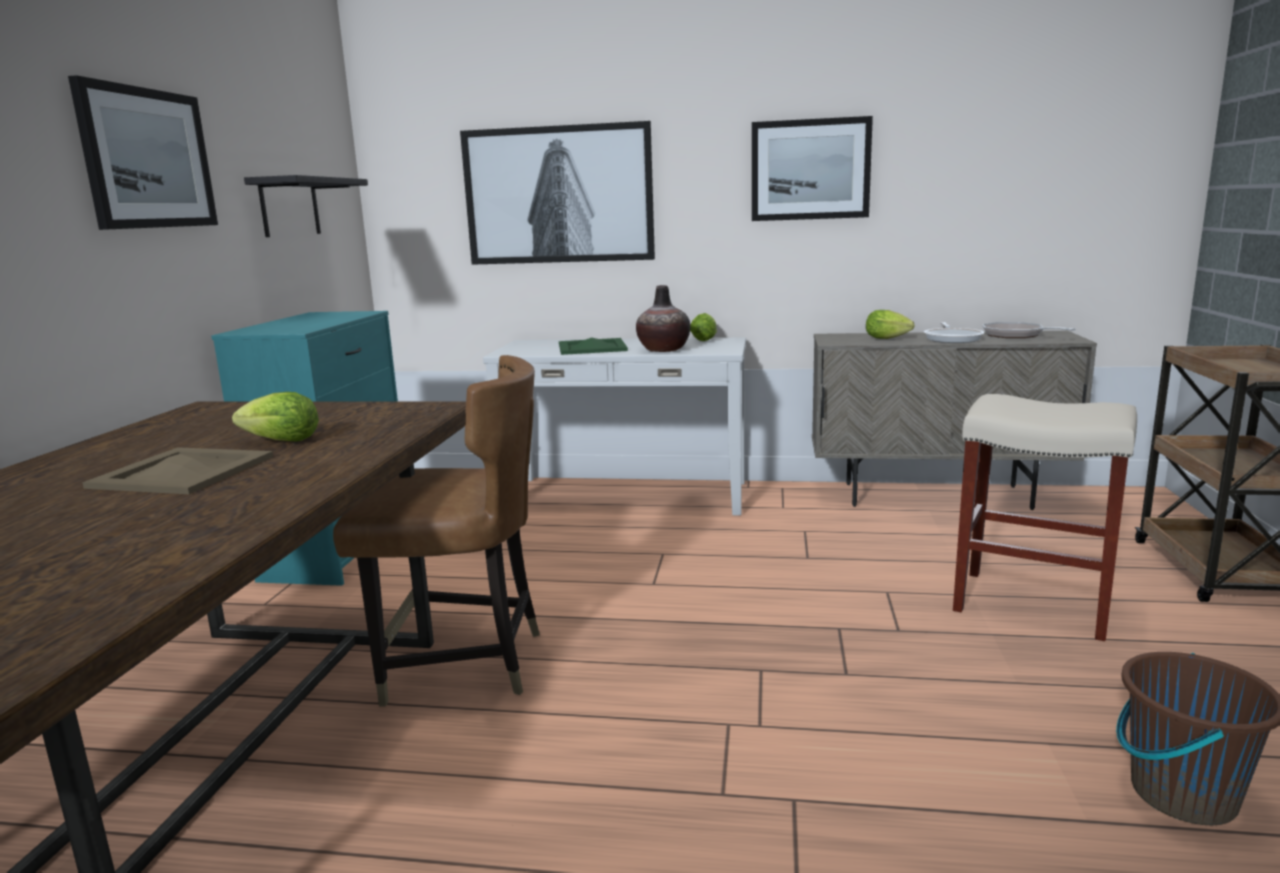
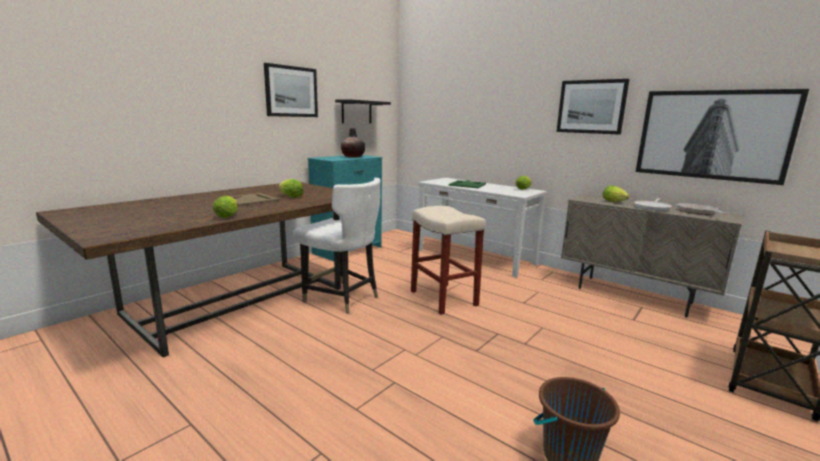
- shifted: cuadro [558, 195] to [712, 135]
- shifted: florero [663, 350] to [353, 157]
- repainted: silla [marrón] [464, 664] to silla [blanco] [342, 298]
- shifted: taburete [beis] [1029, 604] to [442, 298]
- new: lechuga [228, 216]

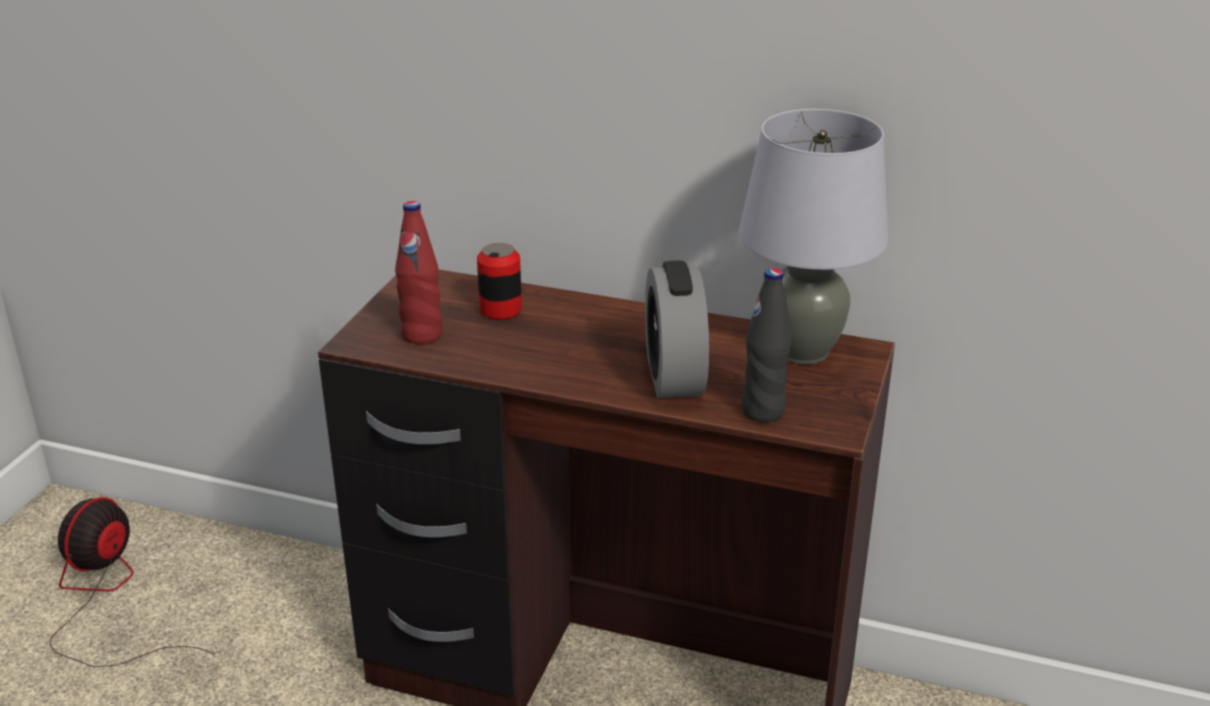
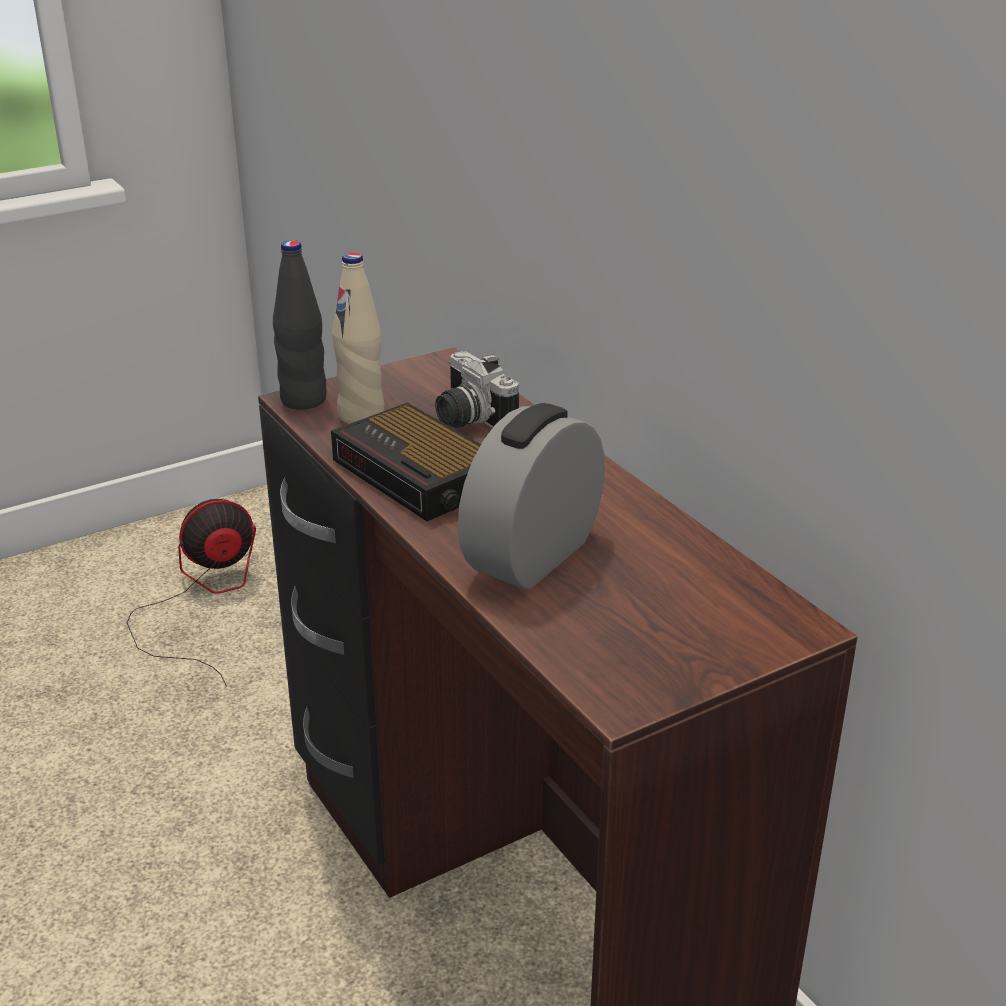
- gone: lámpara de mesa [gris] [801, 351]
- repainted: botella [rojo] [422, 335] to botella [beis] [361, 415]
- swapped: lata [500, 310] to cámara [468, 420]
- shifted: botella [negro] [763, 411] to [304, 400]
- new: despertador [419, 475]

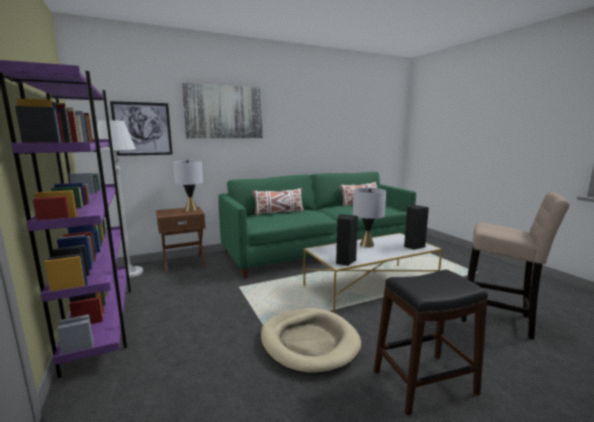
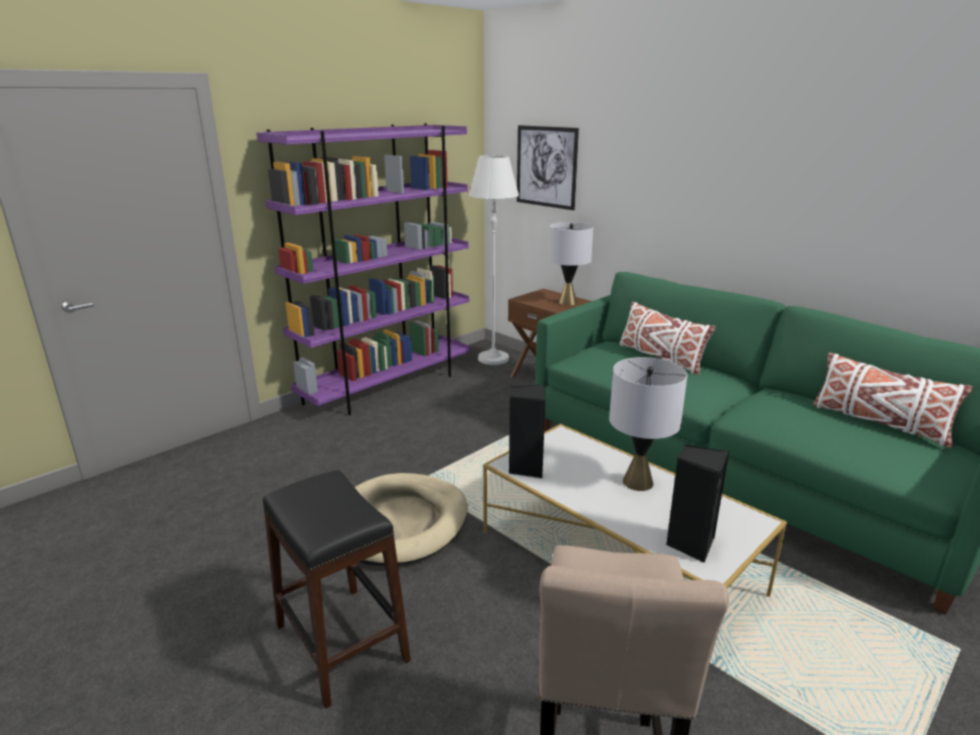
- gone: cuadro [224, 112]

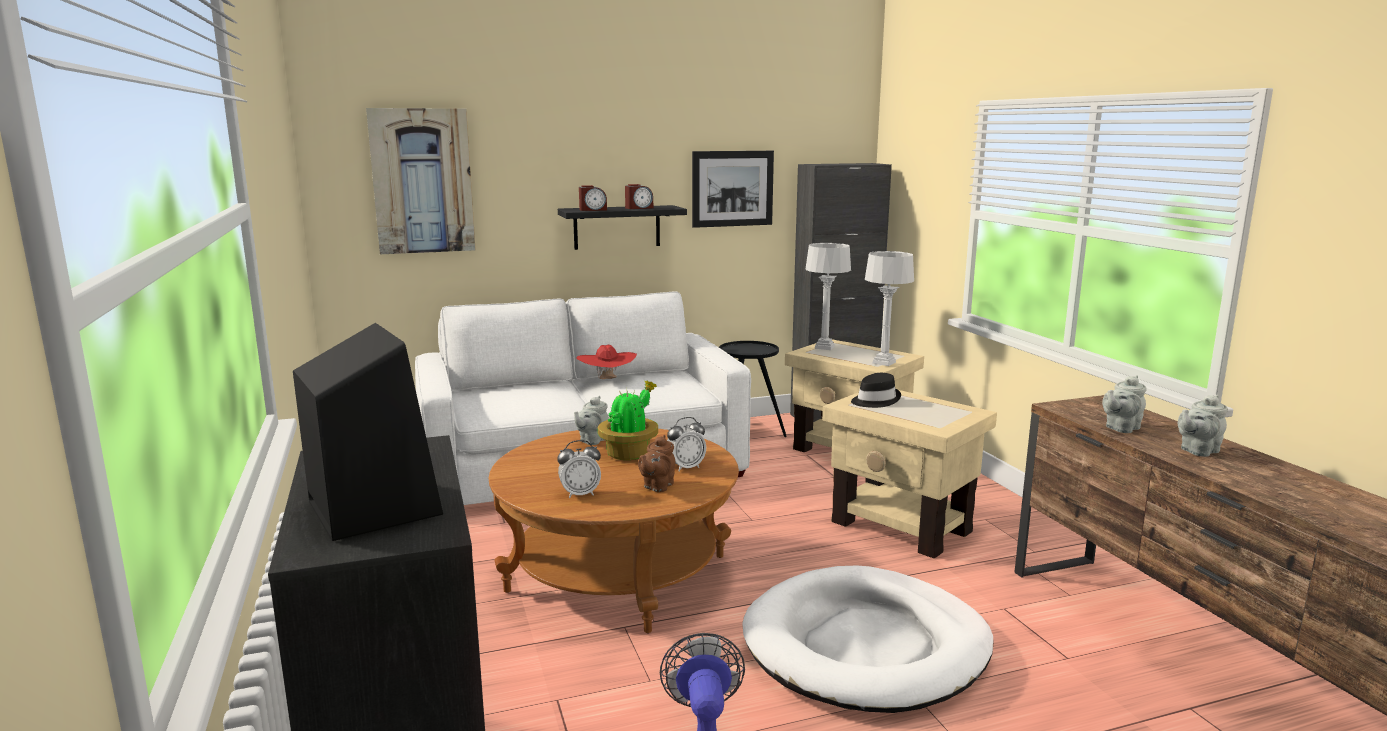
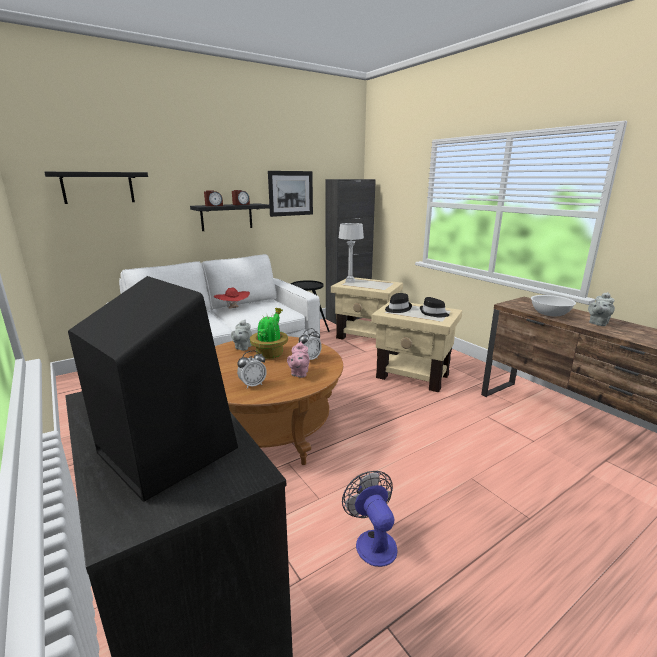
- swapped: cuadro [422, 181] to estante [negro] [98, 187]
- gone: lámpara de mesa [gris] [884, 363]
- swapped: tetera [gris] [1121, 428] to cuenco [blanco] [550, 314]
- repainted: tetera [marrón] [657, 486] to tetera [rosa] [299, 374]
- gone: cama para perro [blanco] [866, 646]
- new: sombrero [negro] [433, 313]

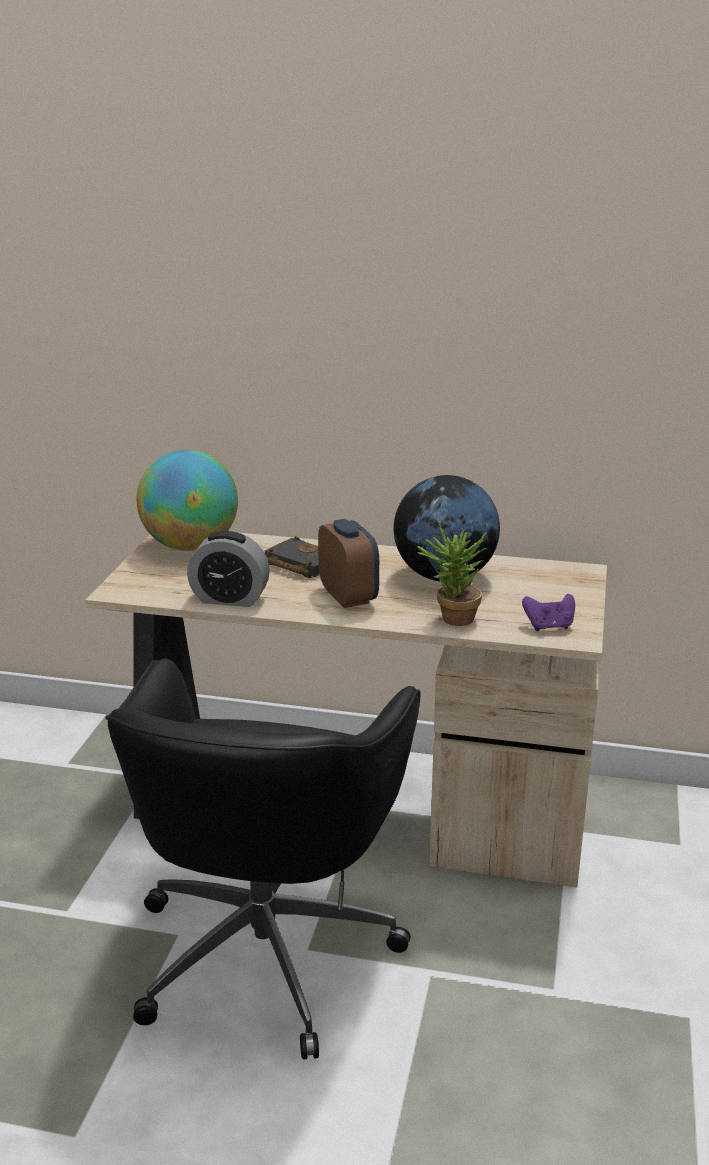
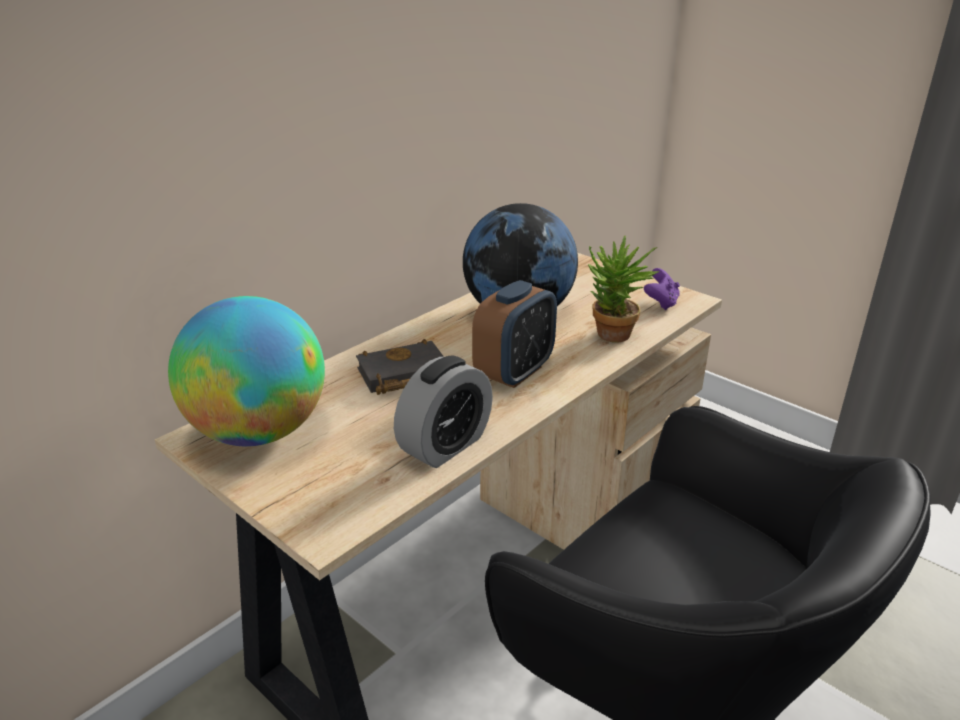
- rotated: despertador [348, 597] = [514, 372] 120 degrees clockwise

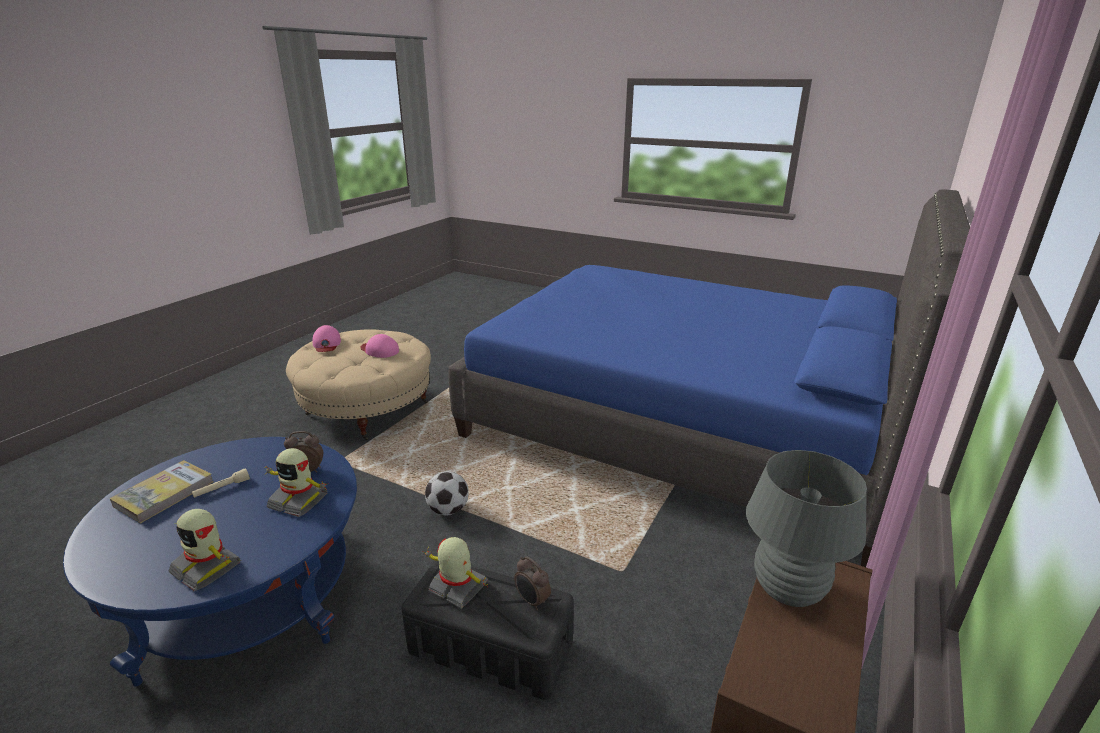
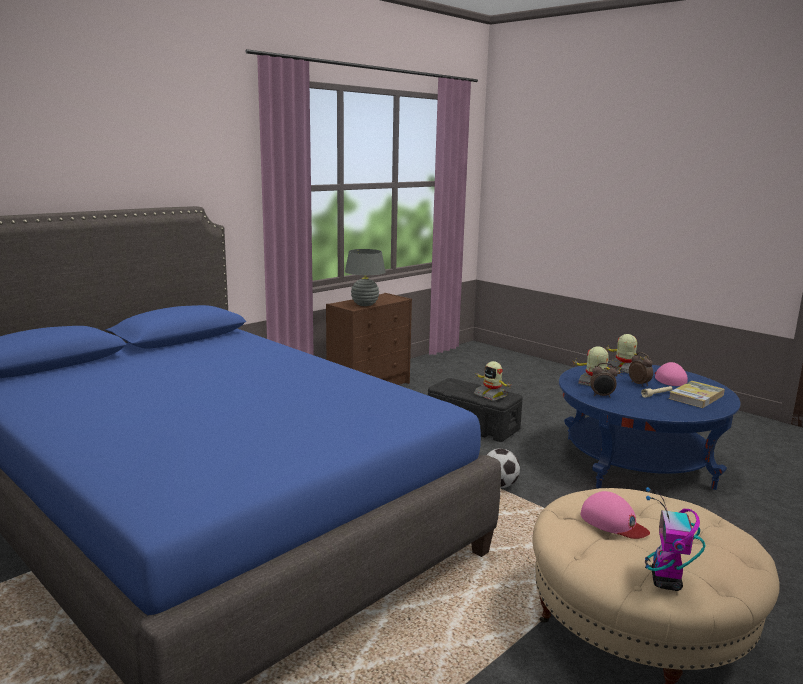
- shifted: gorra [rosa] [326, 344] to [669, 379]
- shifted: despertador [532, 601] to [639, 384]
- new: robot de juguete [666, 581]

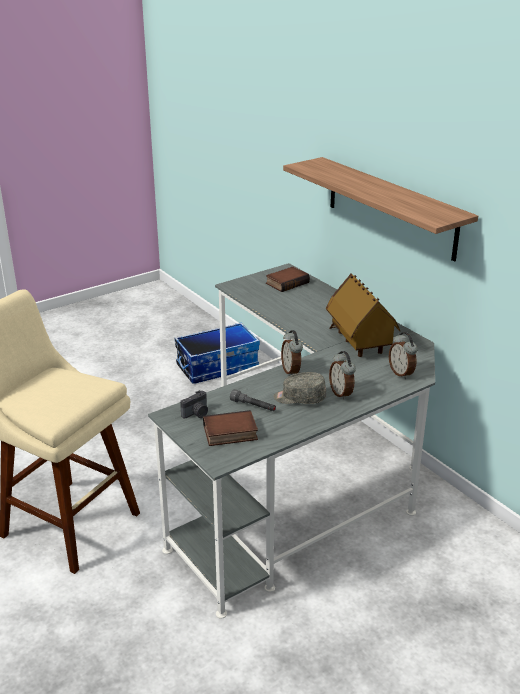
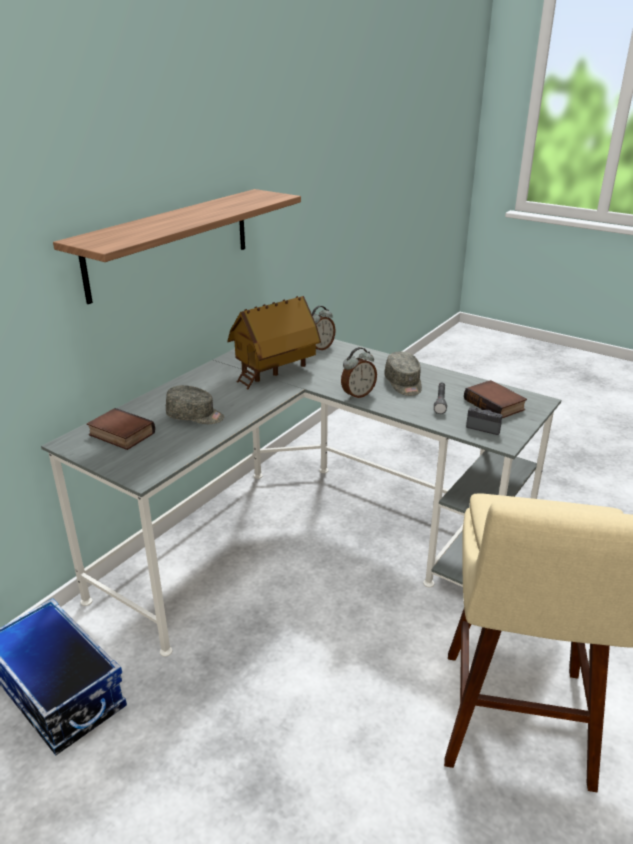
- gone: despertador [341, 393]
- new: gorra [gris] [195, 416]

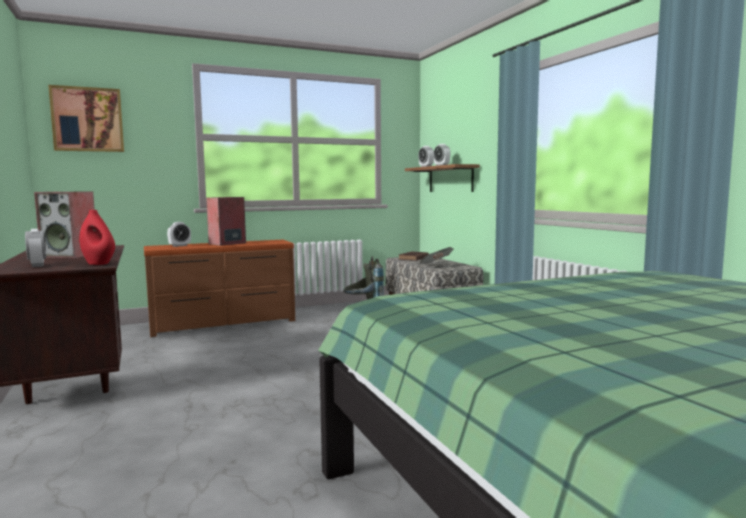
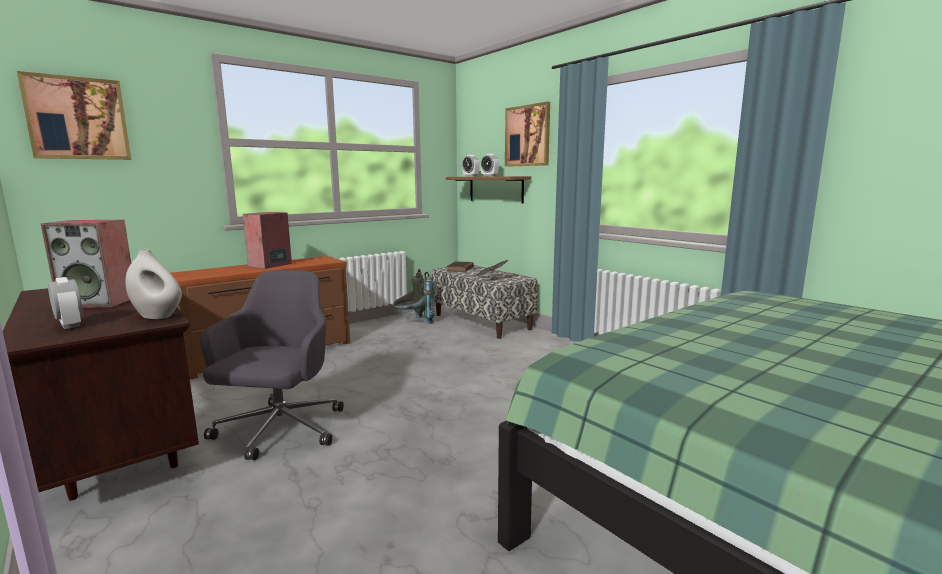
- repainted: florero [rojo] [99, 263] to florero [blanco] [157, 316]
- gone: despertador [179, 245]
- new: cuadro [527, 136]
- new: silla de oficina [gris] [279, 431]

